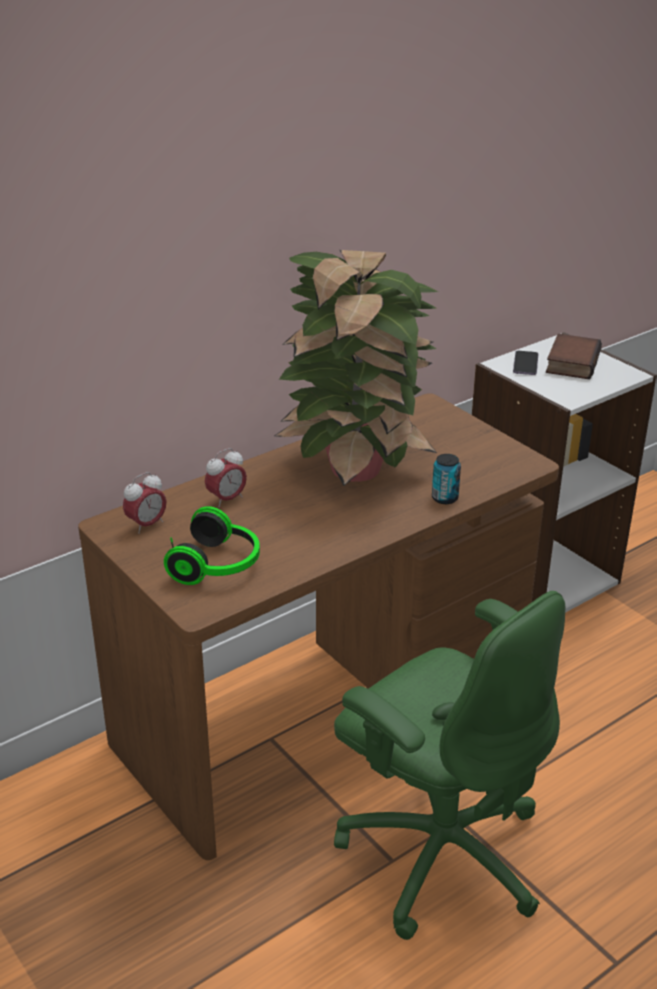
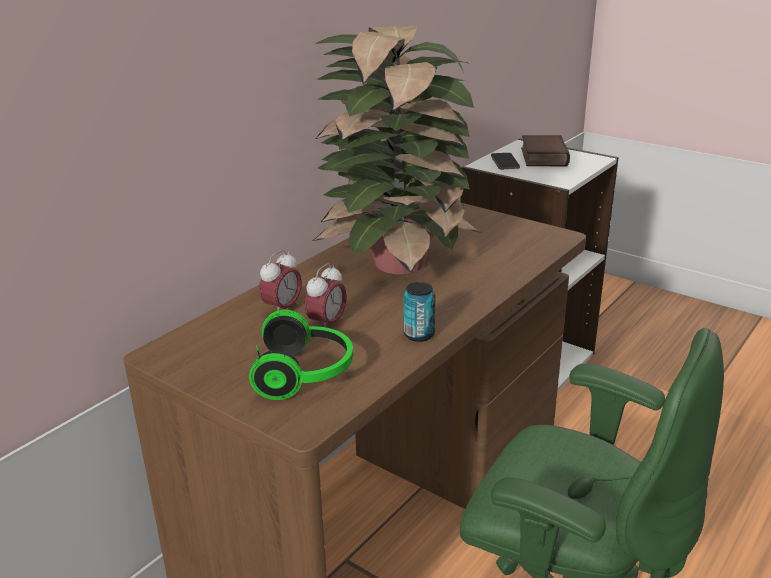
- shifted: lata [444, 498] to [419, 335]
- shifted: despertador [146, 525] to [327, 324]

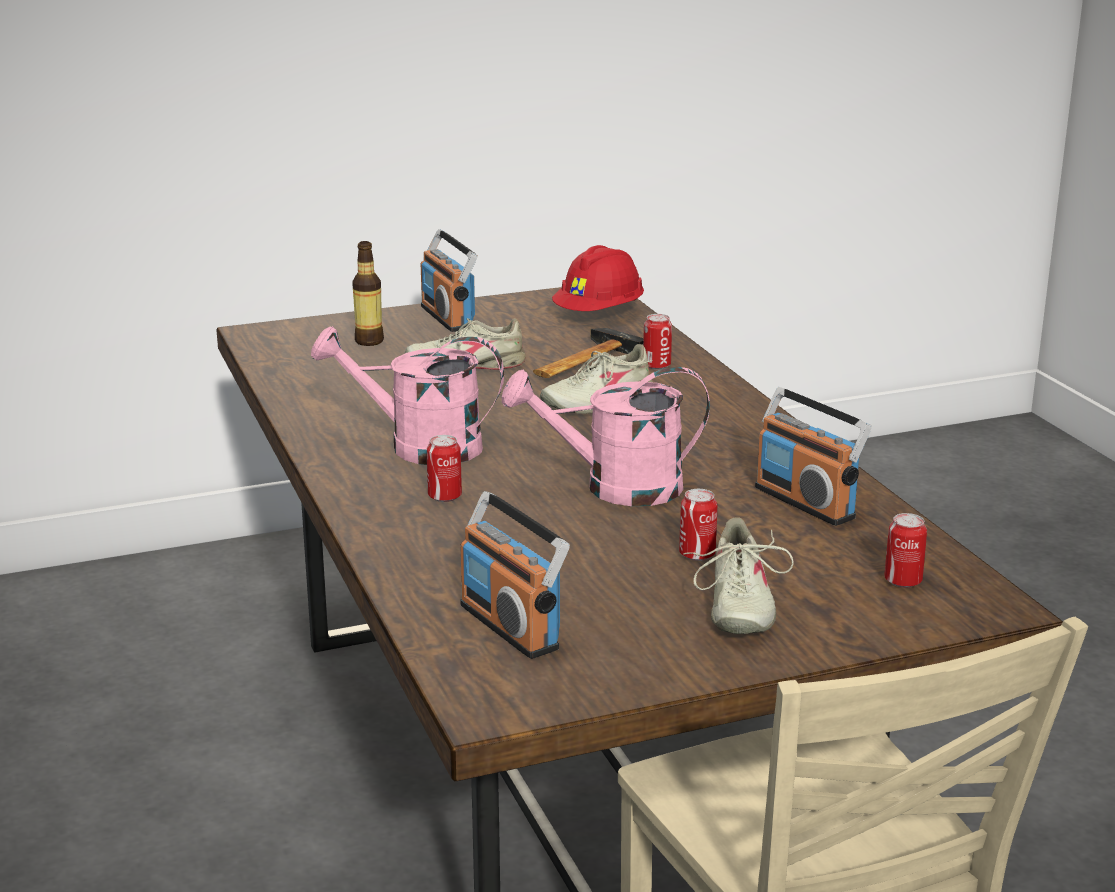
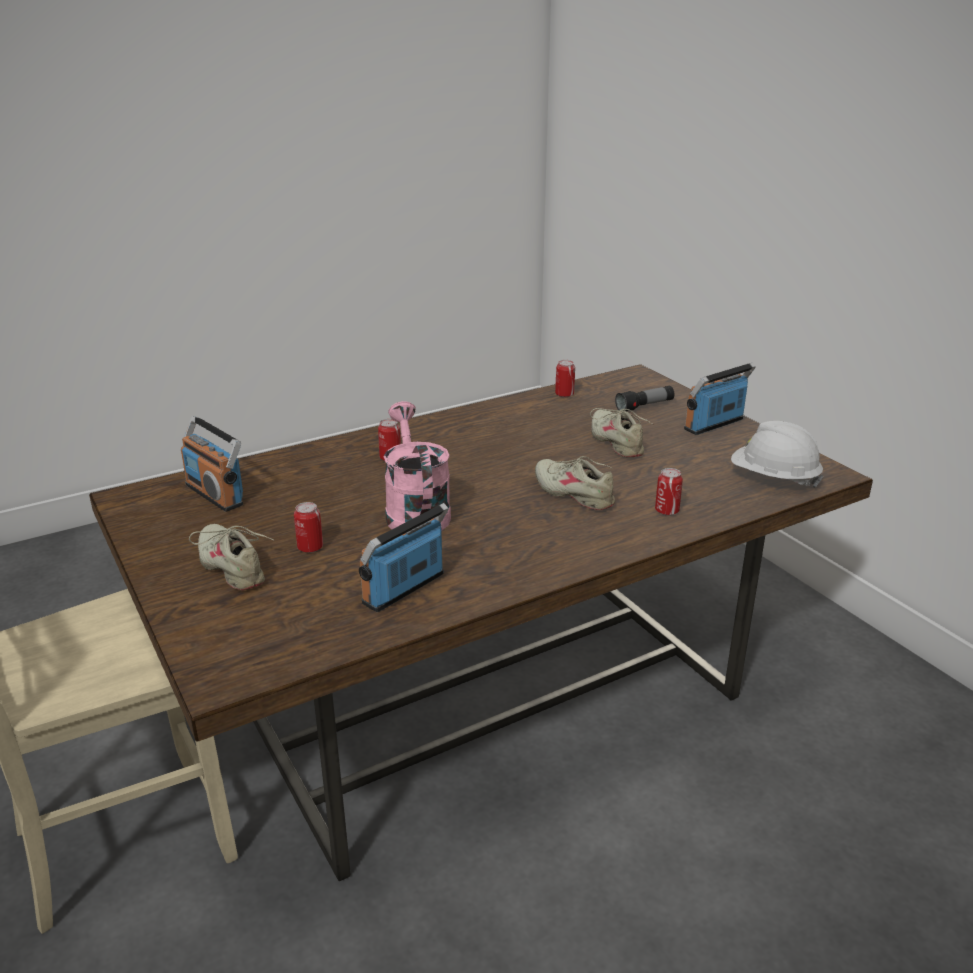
- swapped: botella [369, 341] to linterna [644, 406]
- repainted: casco [rojo] [599, 314] to casco [blanco] [773, 478]
- gone: regadera [rosa] [419, 447]
- gone: martillo [580, 363]
- rotated: radio [510, 626] = [215, 494] 90 degrees counterclockwise
- shifted: lata [903, 581] to [564, 394]
- rotated: zapato [beis] [737, 606] = [232, 566] 60 degrees clockwise

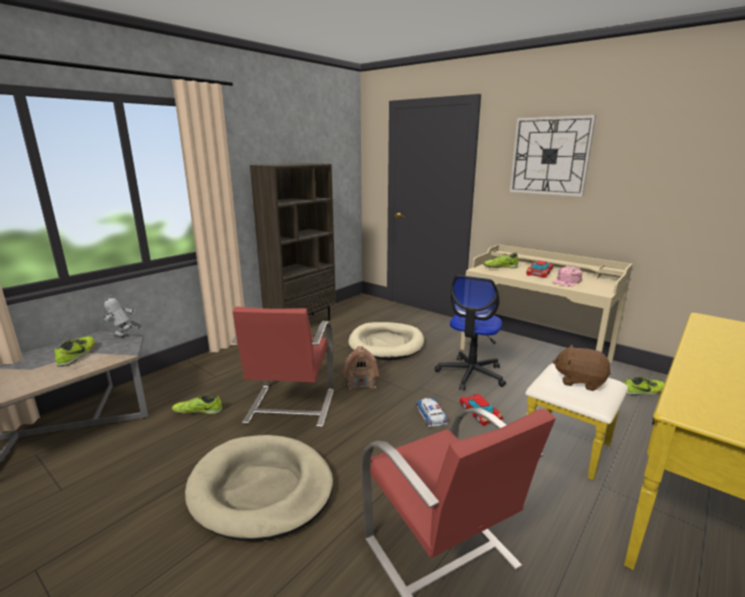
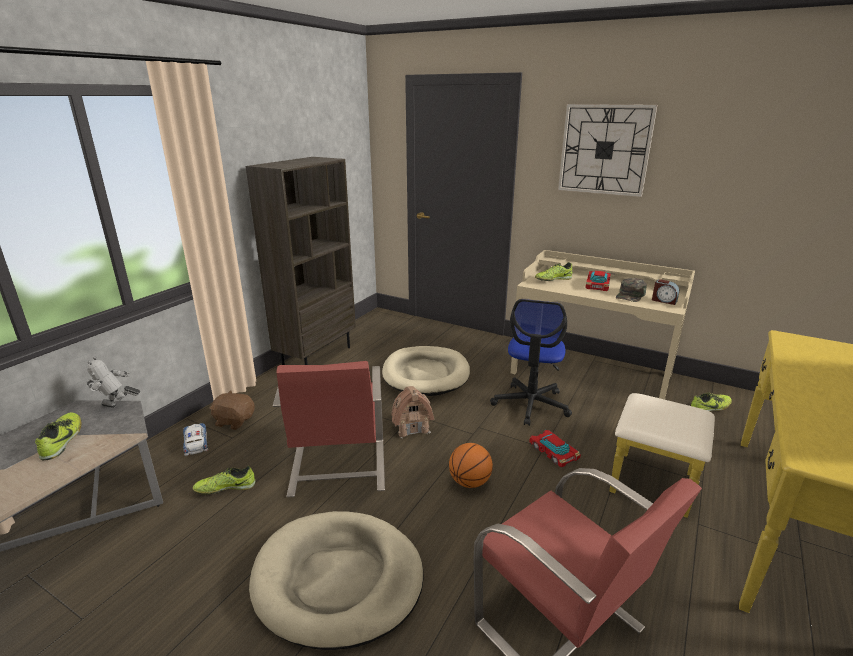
- repainted: gorra [rosa] [567, 282] to gorra [verde] [630, 295]
- shifted: peluche [marrón] [579, 381] to [234, 421]
- shifted: coche de juguete [431, 415] to [196, 442]
- new: despertador [664, 300]
- new: balón de baloncesto [469, 482]

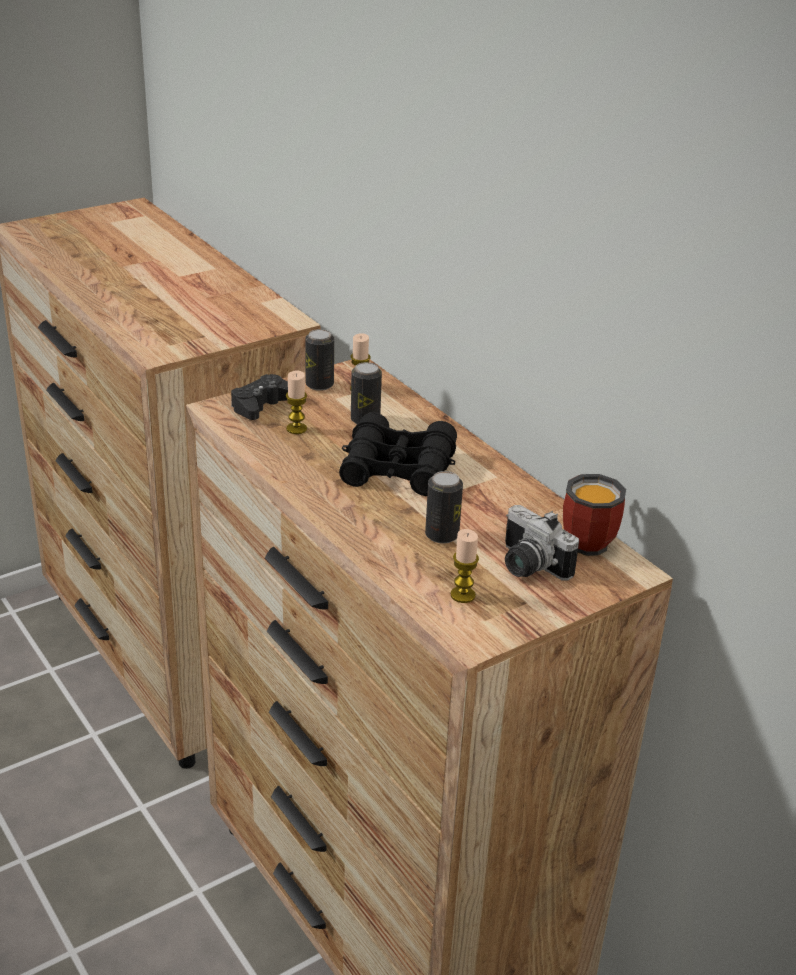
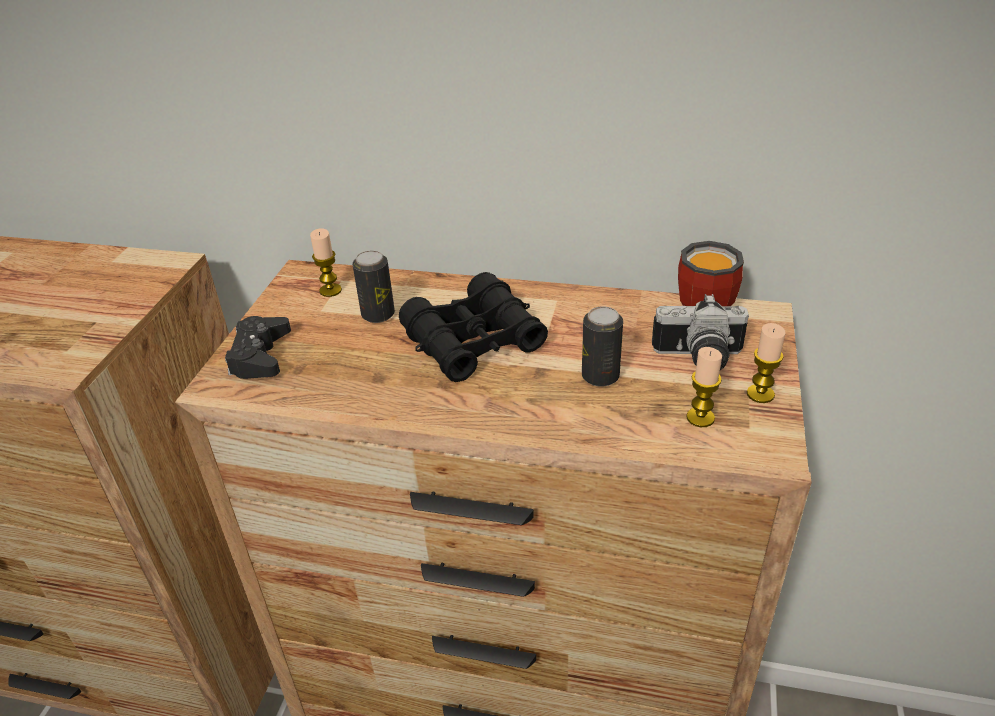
- gone: lata [319, 385]
- shifted: vela [296, 429] to [760, 394]

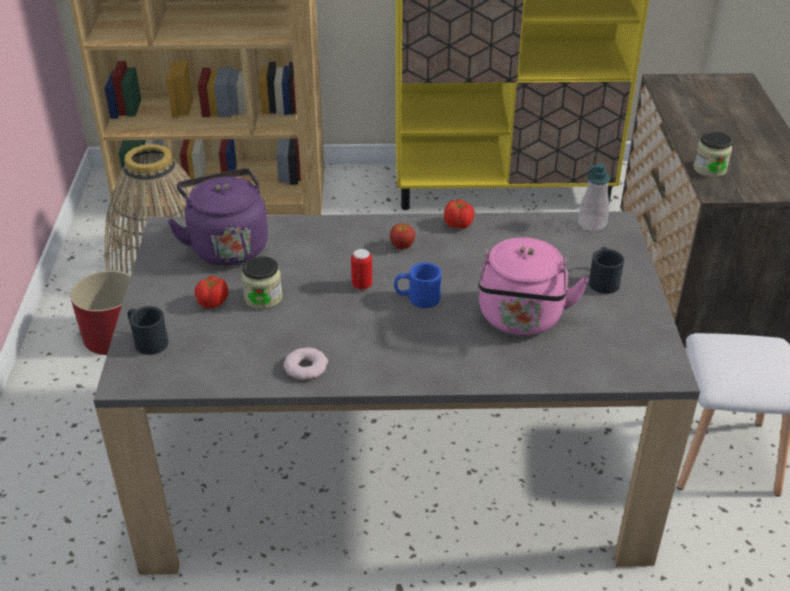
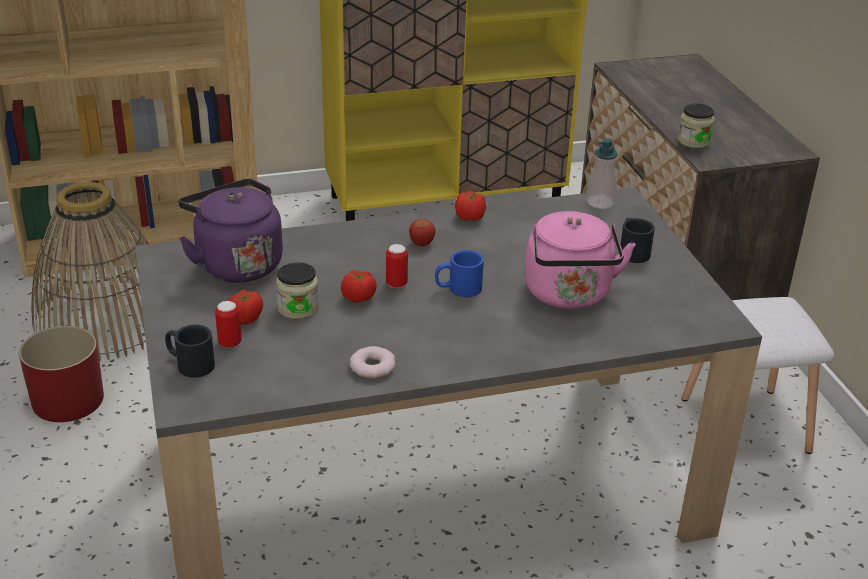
- new: tomate [358, 298]
- new: lata [230, 343]

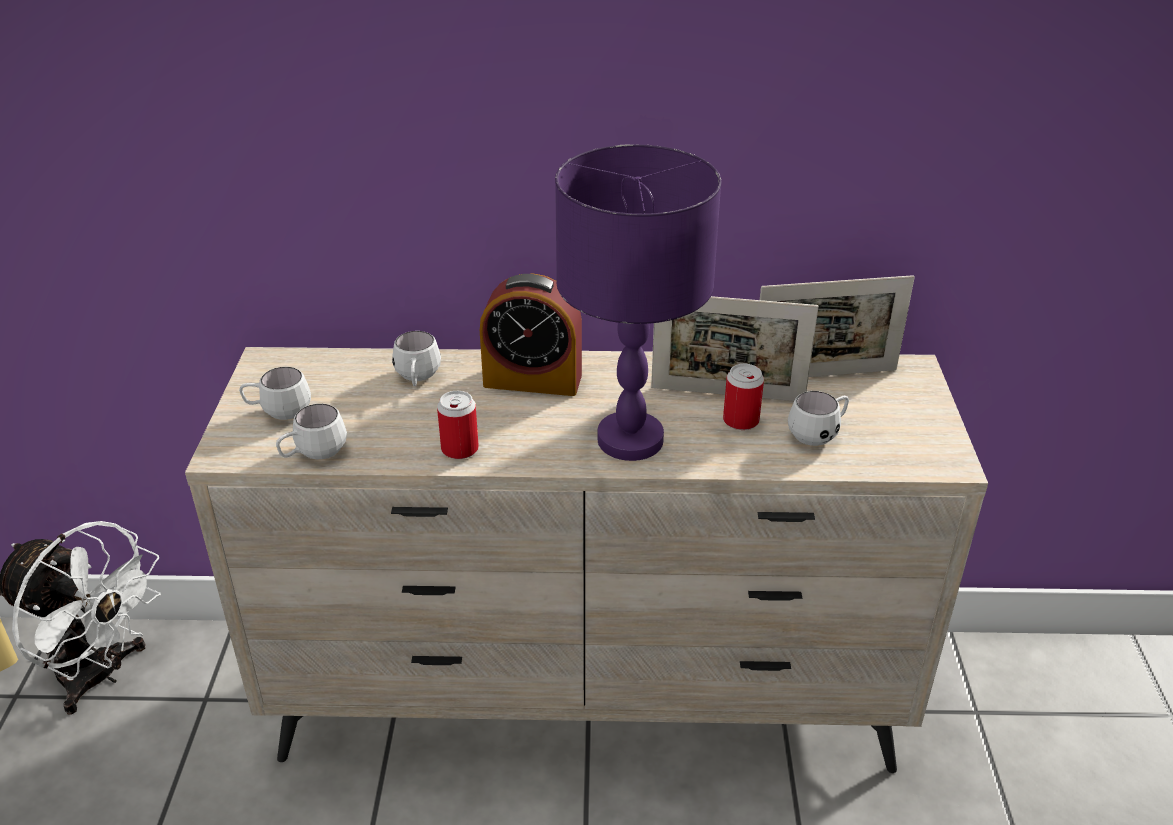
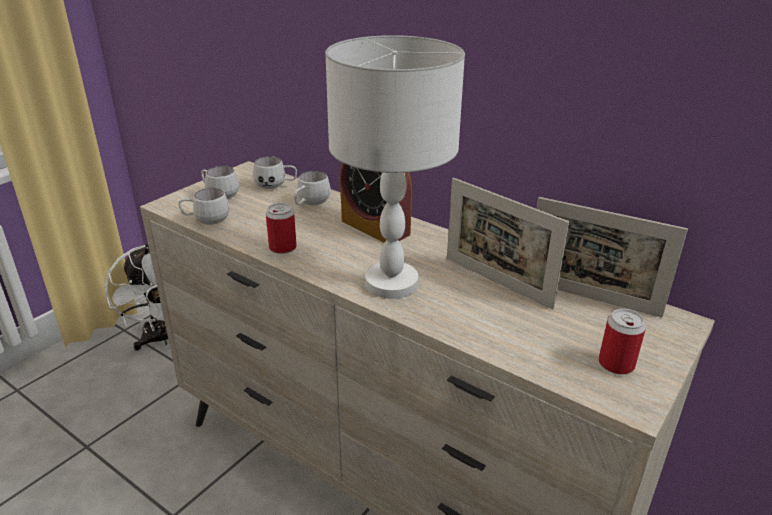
- repainted: lámpara de mesa [morado] [629, 440] to lámpara de mesa [blanco] [391, 283]
- shifted: lata [741, 421] to [616, 364]
- shifted: taza grande [blanco] [818, 434] to [276, 186]

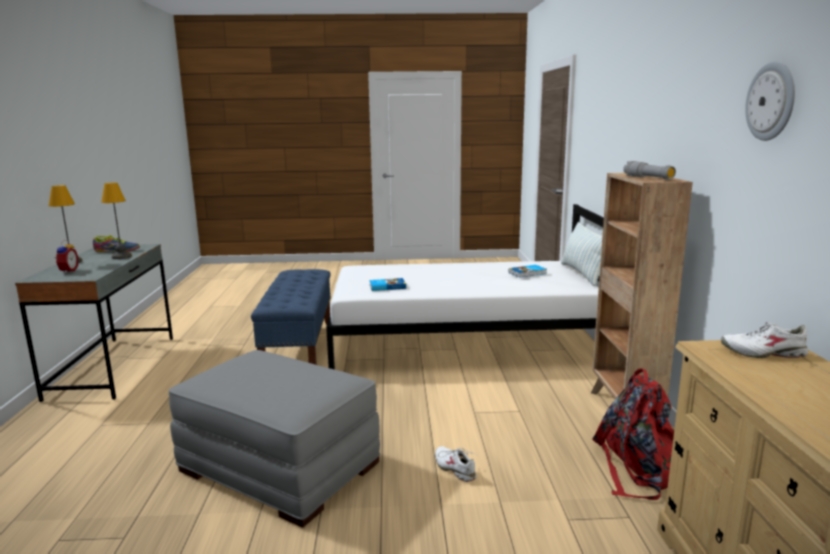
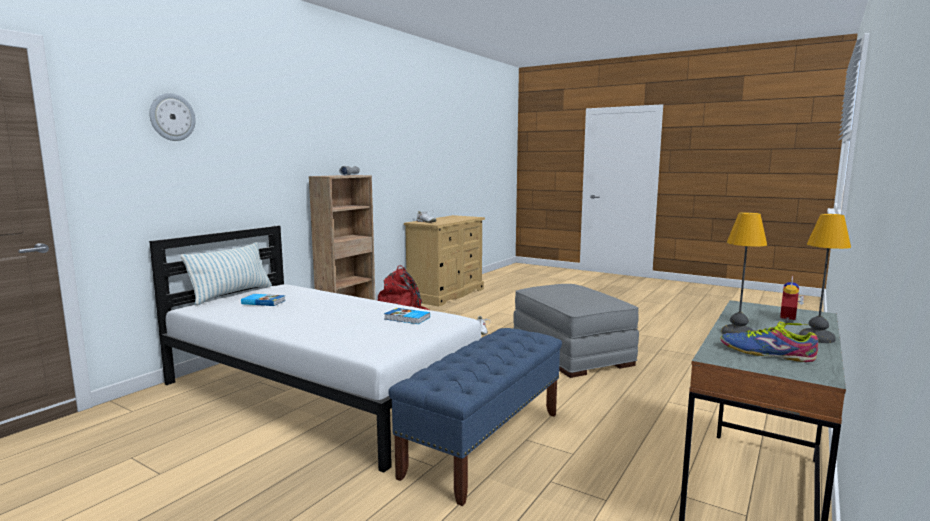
- shifted: reloj de pared [771, 101] to [172, 117]

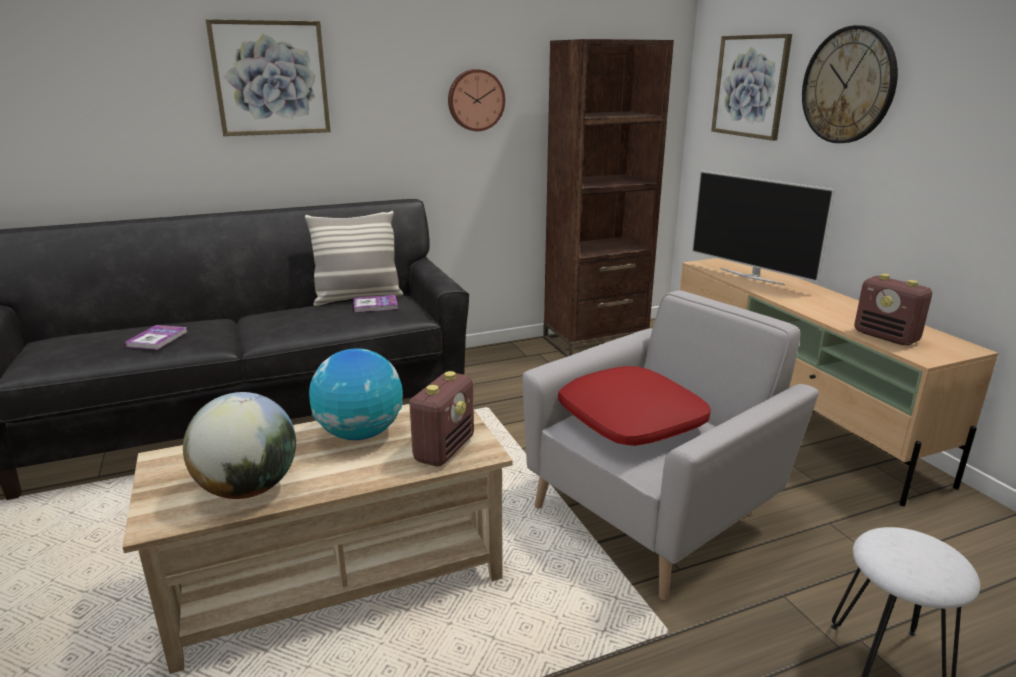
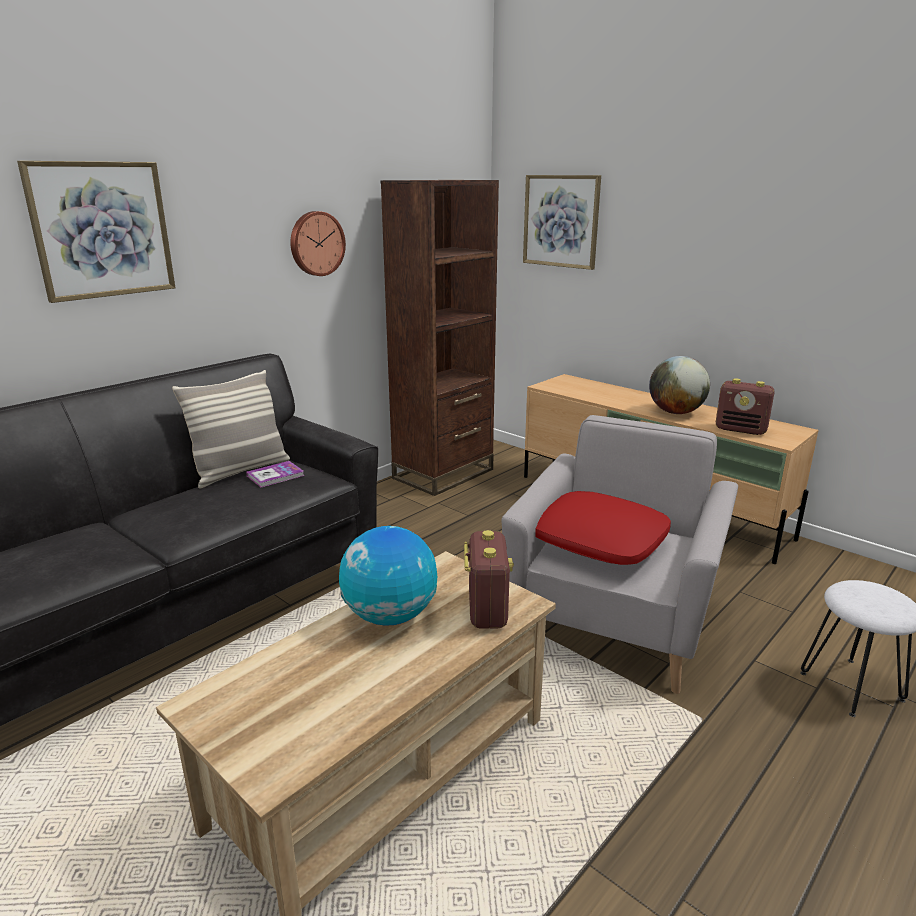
- gone: reloj de pared [848, 85]
- gone: televisor [752, 276]
- gone: libro [157, 339]
- shifted: globo terráqueo [249, 489] to [676, 412]

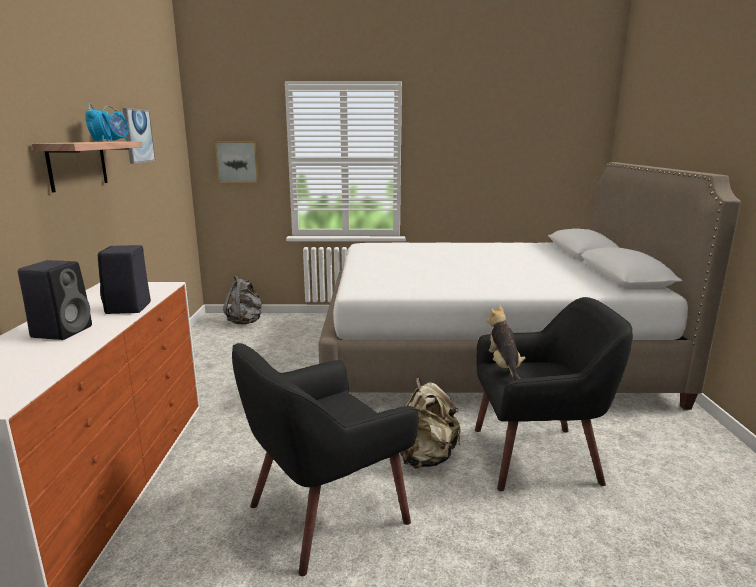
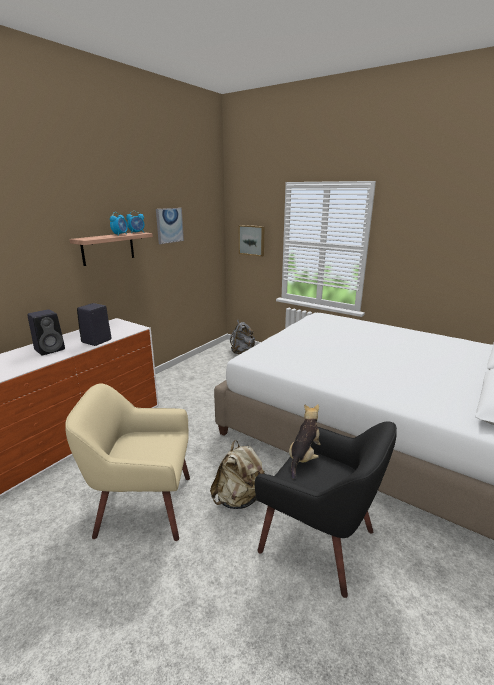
- repainted: sillón [negro] [325, 513] to sillón [beis] [143, 506]

